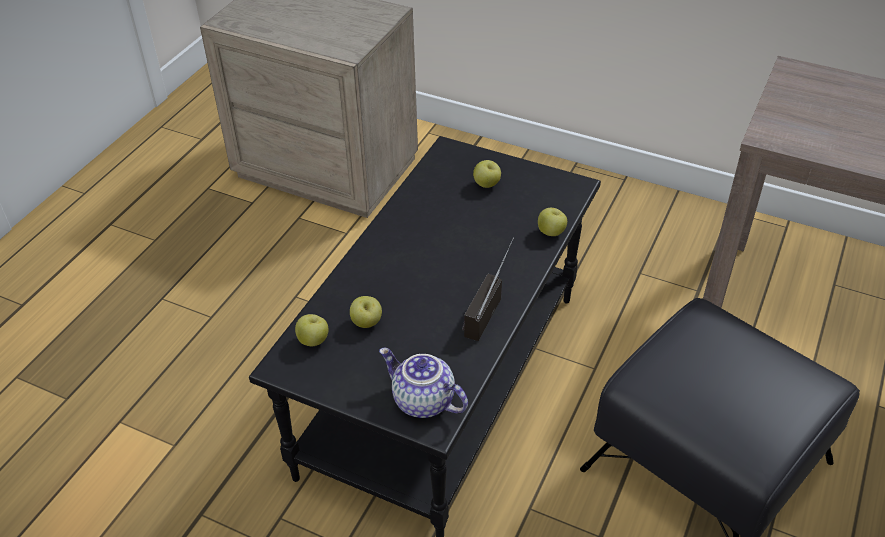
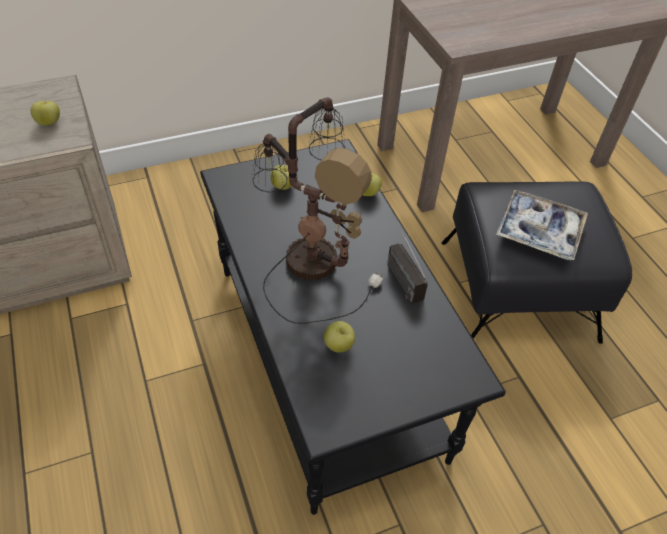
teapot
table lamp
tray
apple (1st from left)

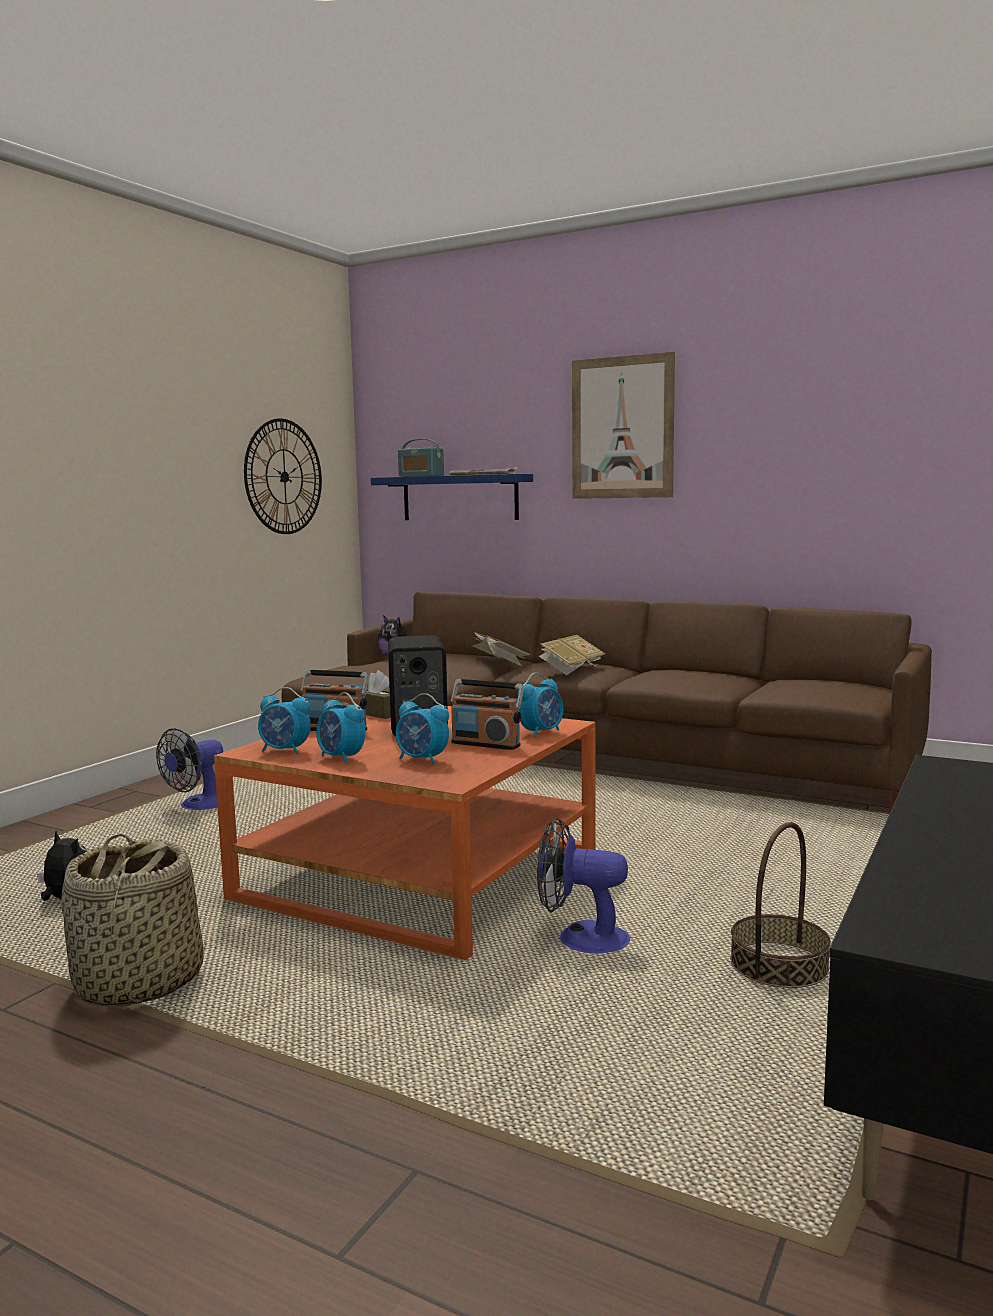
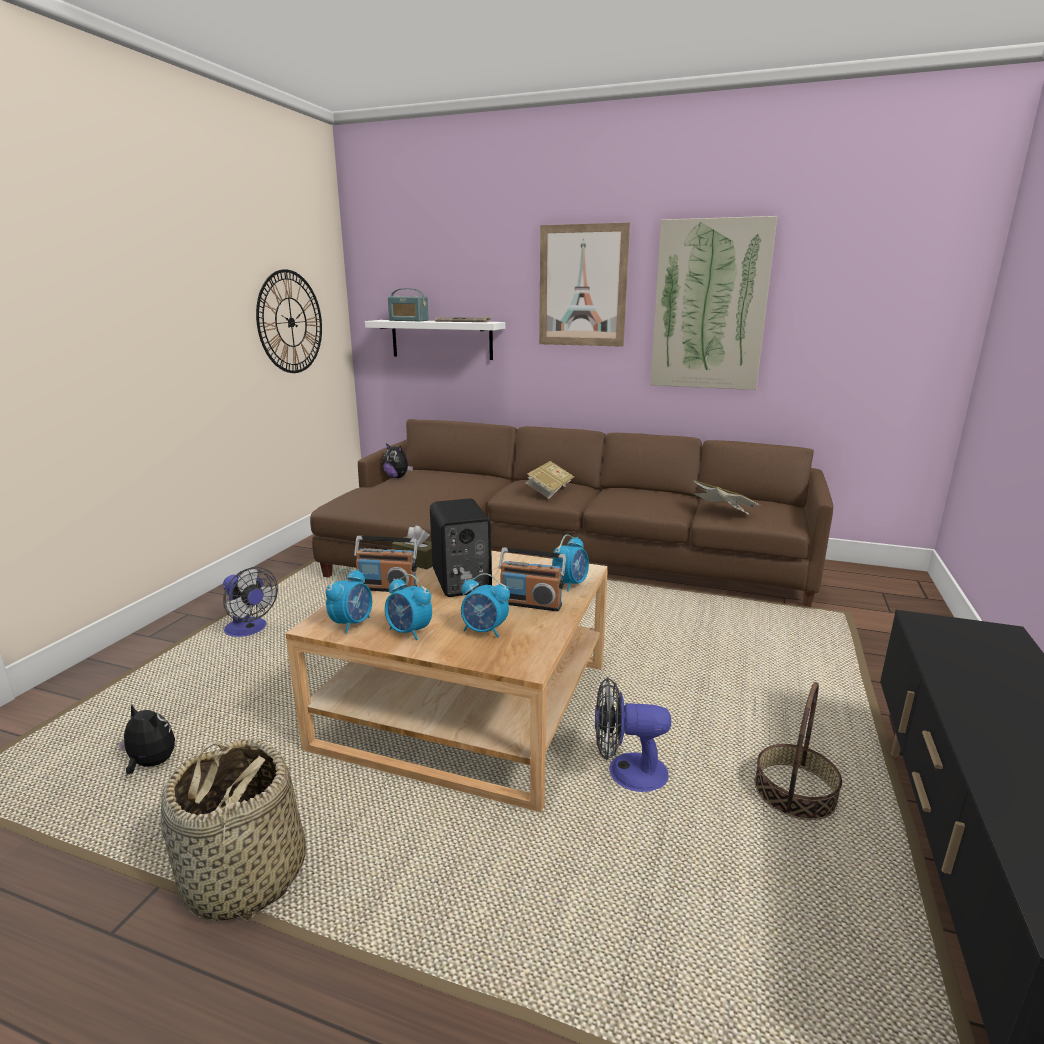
picture (2nd from left)
book (2nd from left)
beige coffee table
white shelf
fan (1st from left)
alarm clock (1st from left)

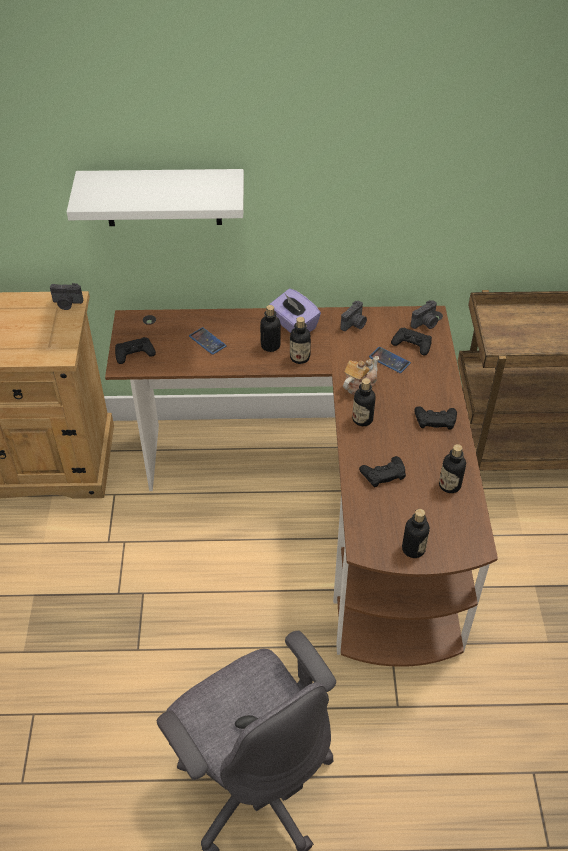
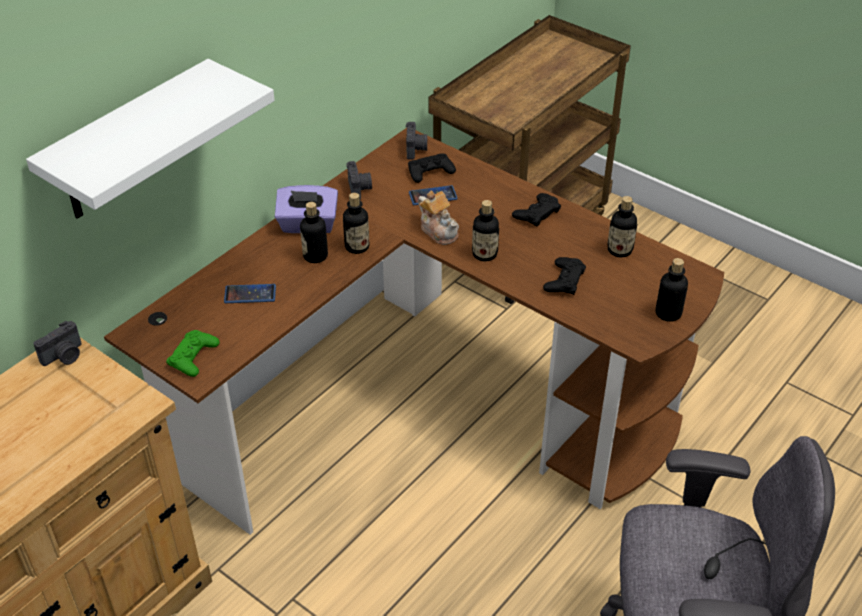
green game controller
teapot

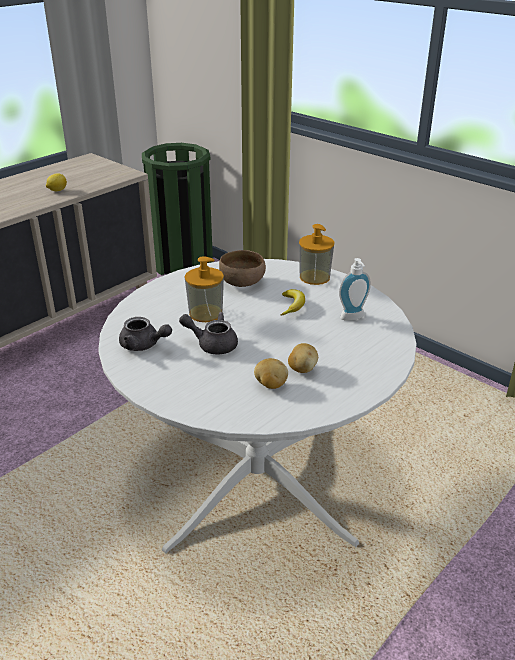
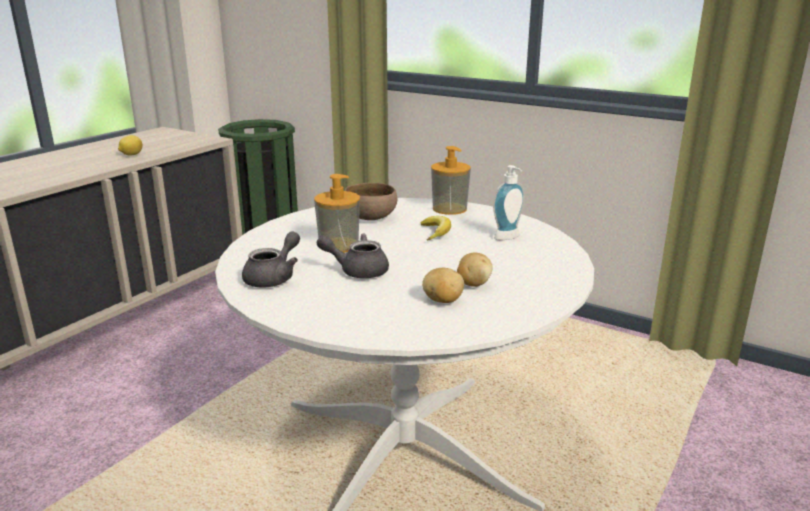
grey teapot (1st from left)

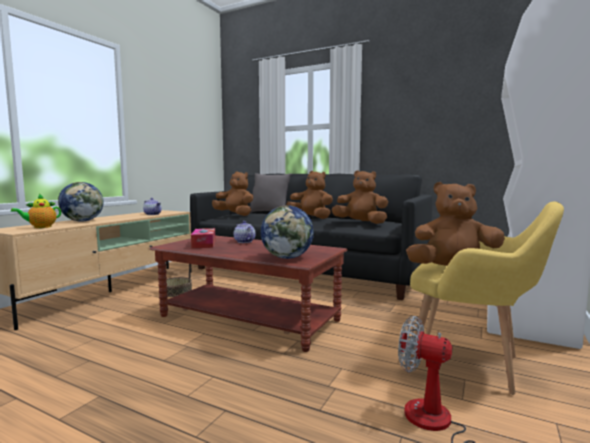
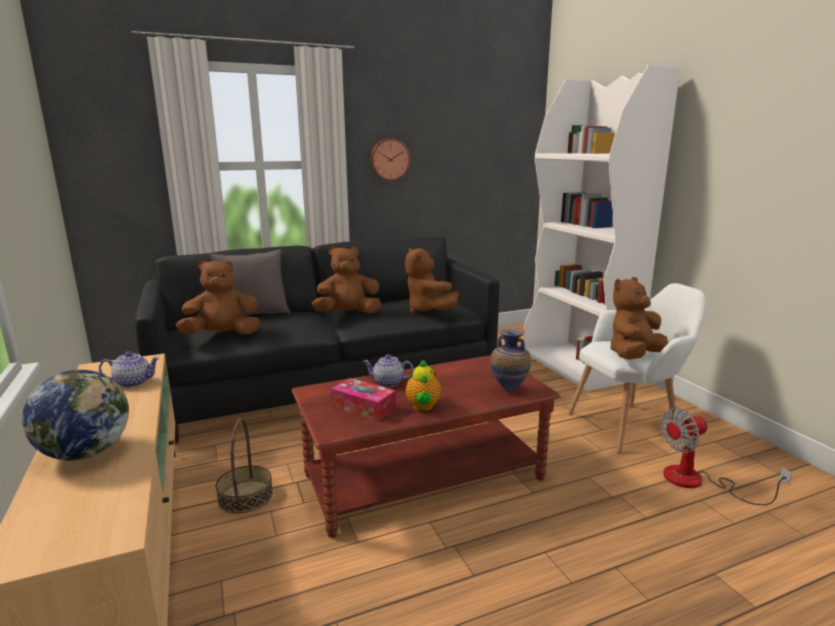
wall clock
teapot (3rd from left)
vase
white armchair
brown plush toy (3rd from left)

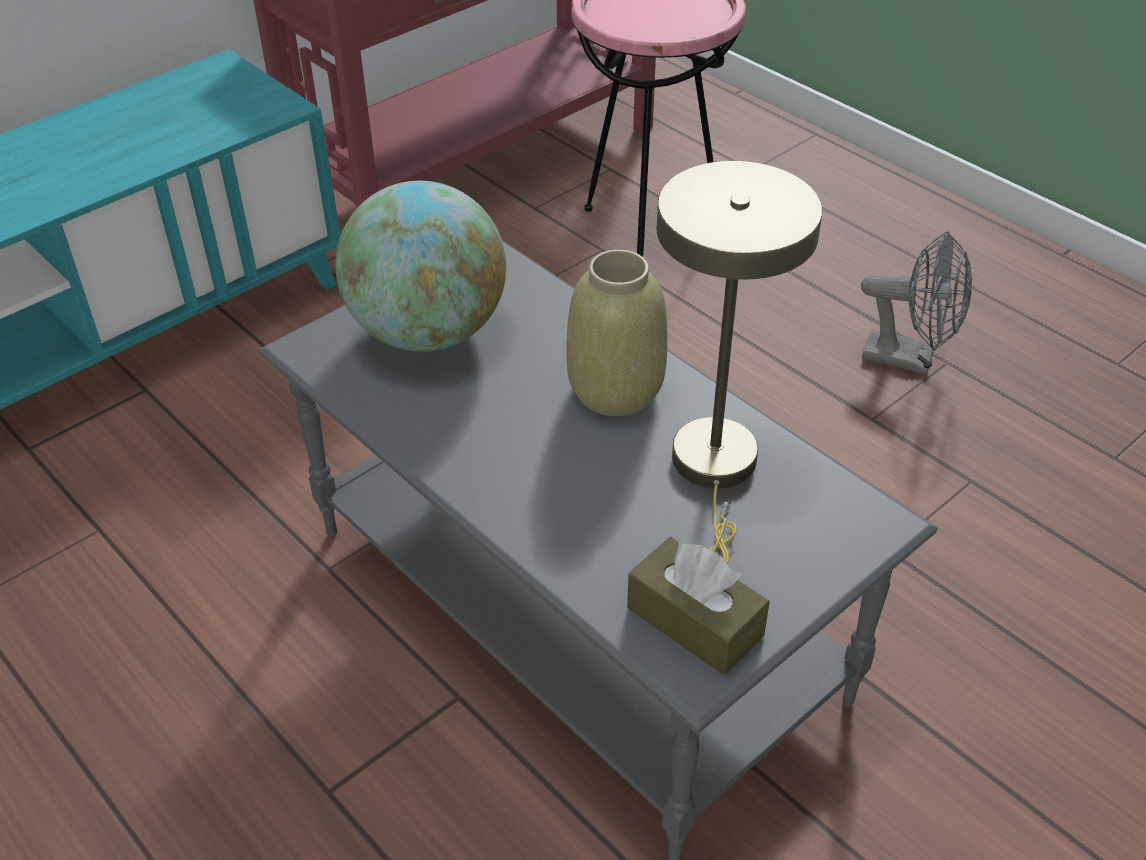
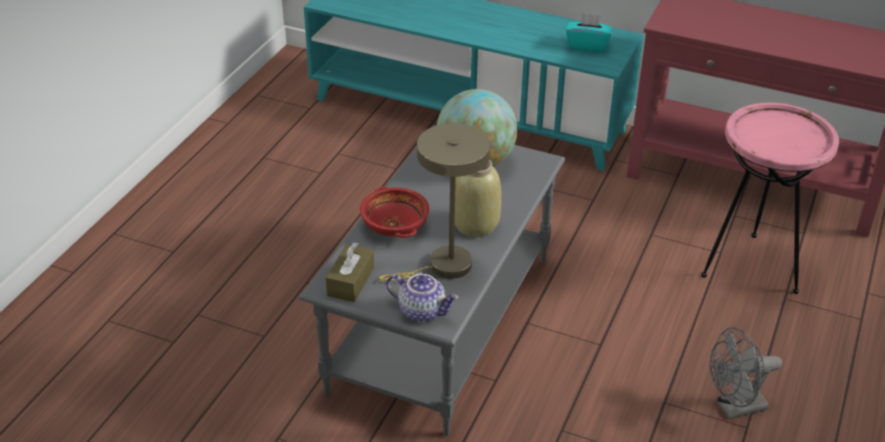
red bowl
teapot
turquoise tissue box
grey fan

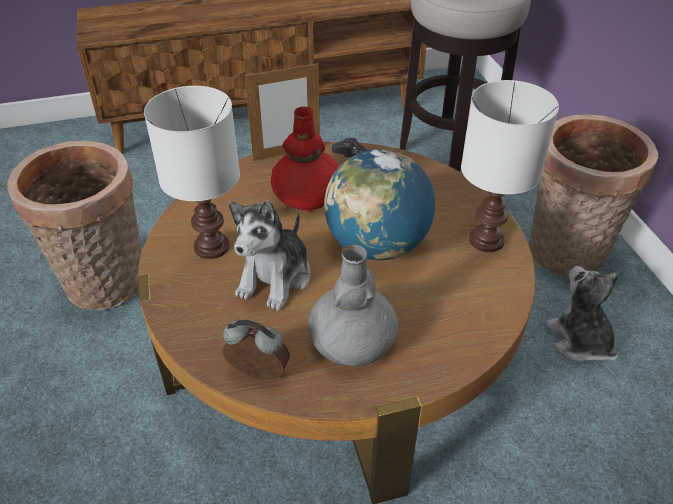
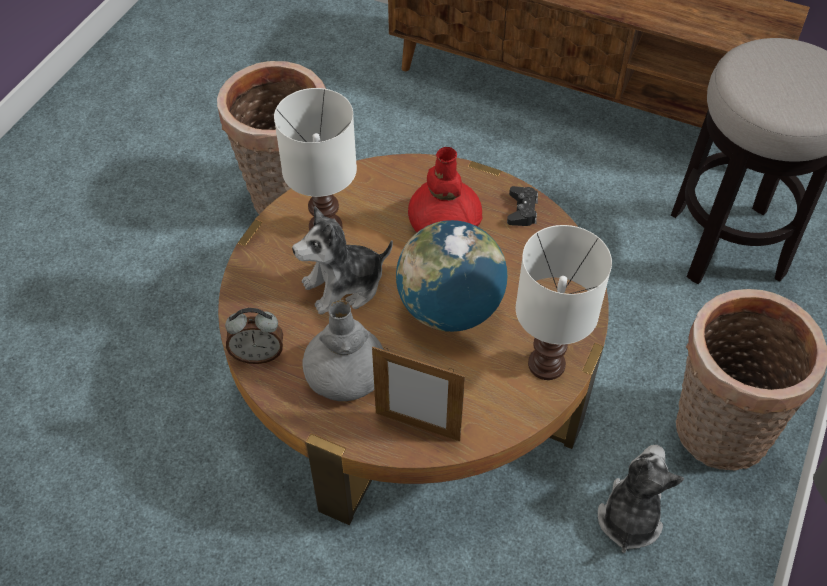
picture frame
alarm clock

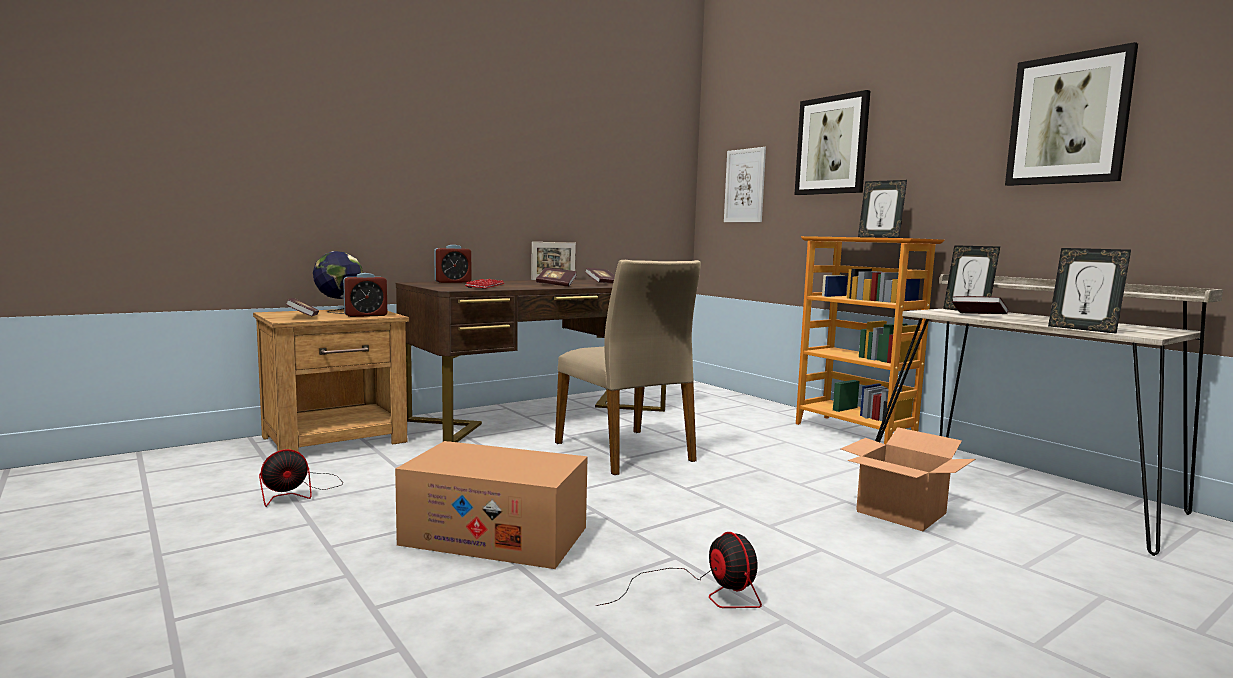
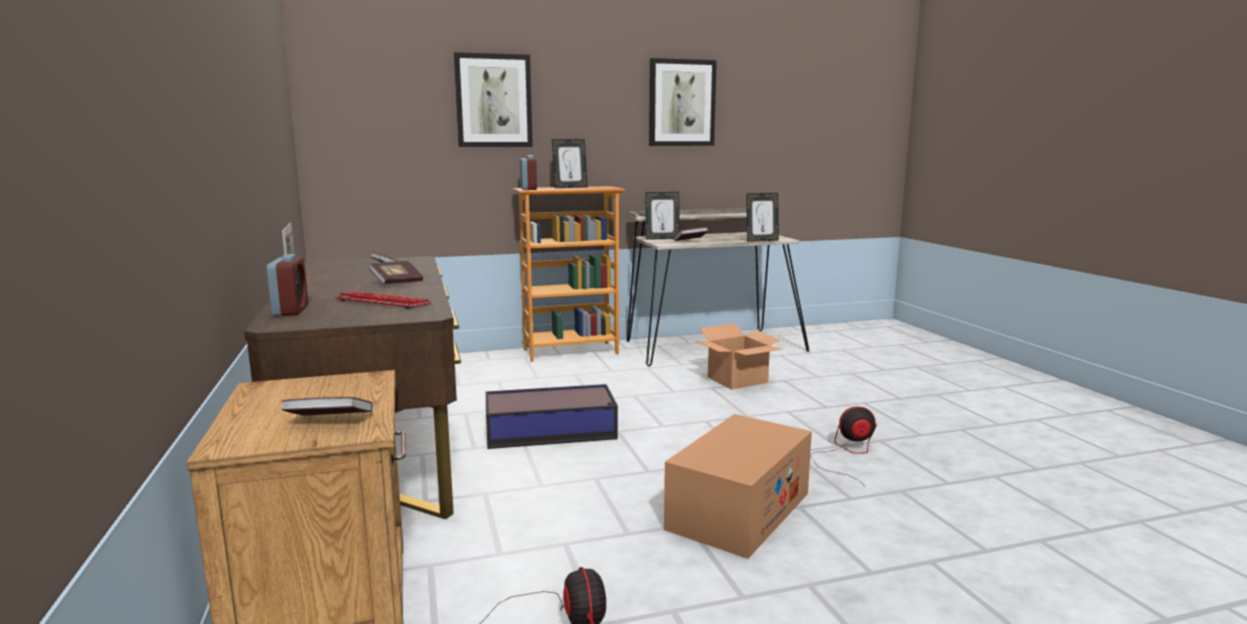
globe
picture (1st from left in the first image)
alarm clock (2nd from left)
storage box

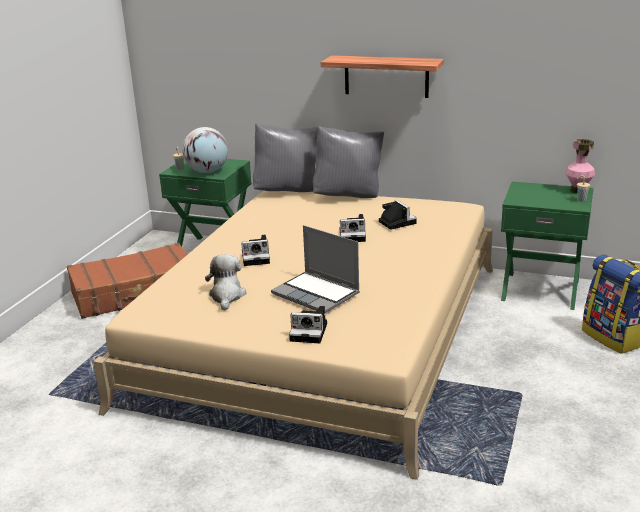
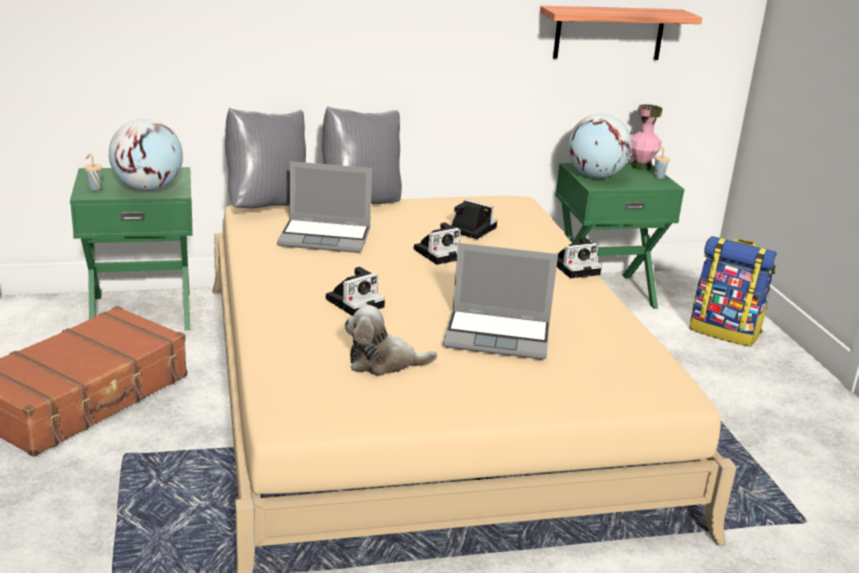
laptop (1st from left)
globe (2nd from left)
photo camera (4th from left)
shelf
plush toy

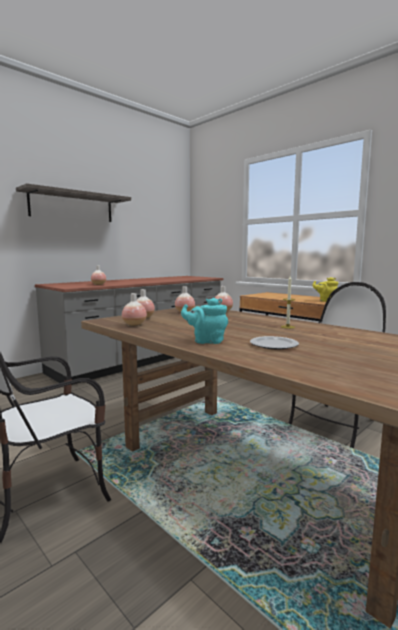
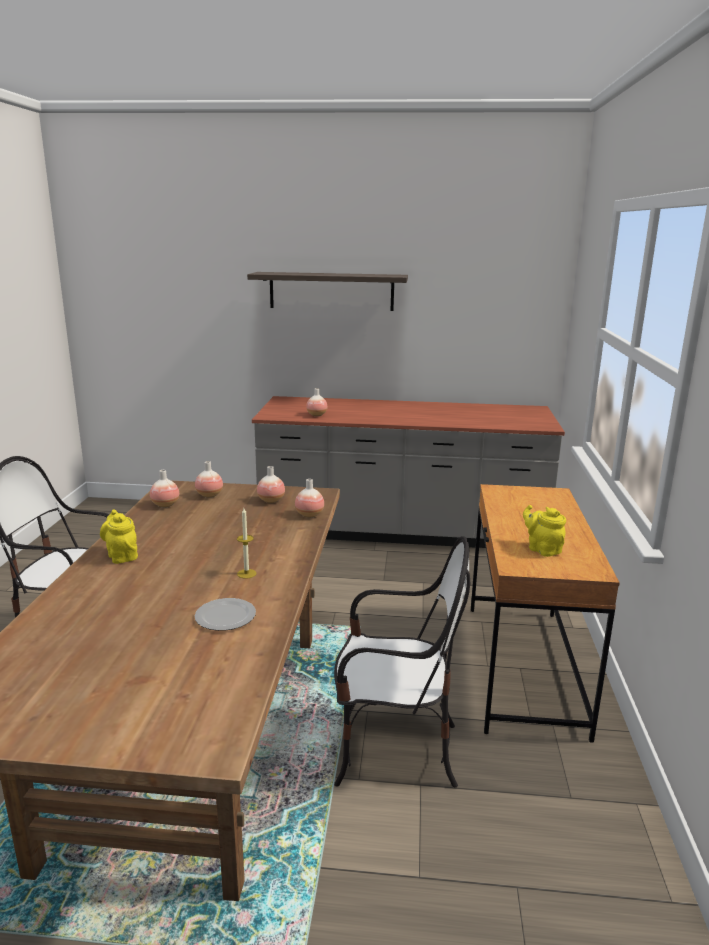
plate
yellow teapot (1st from left)

